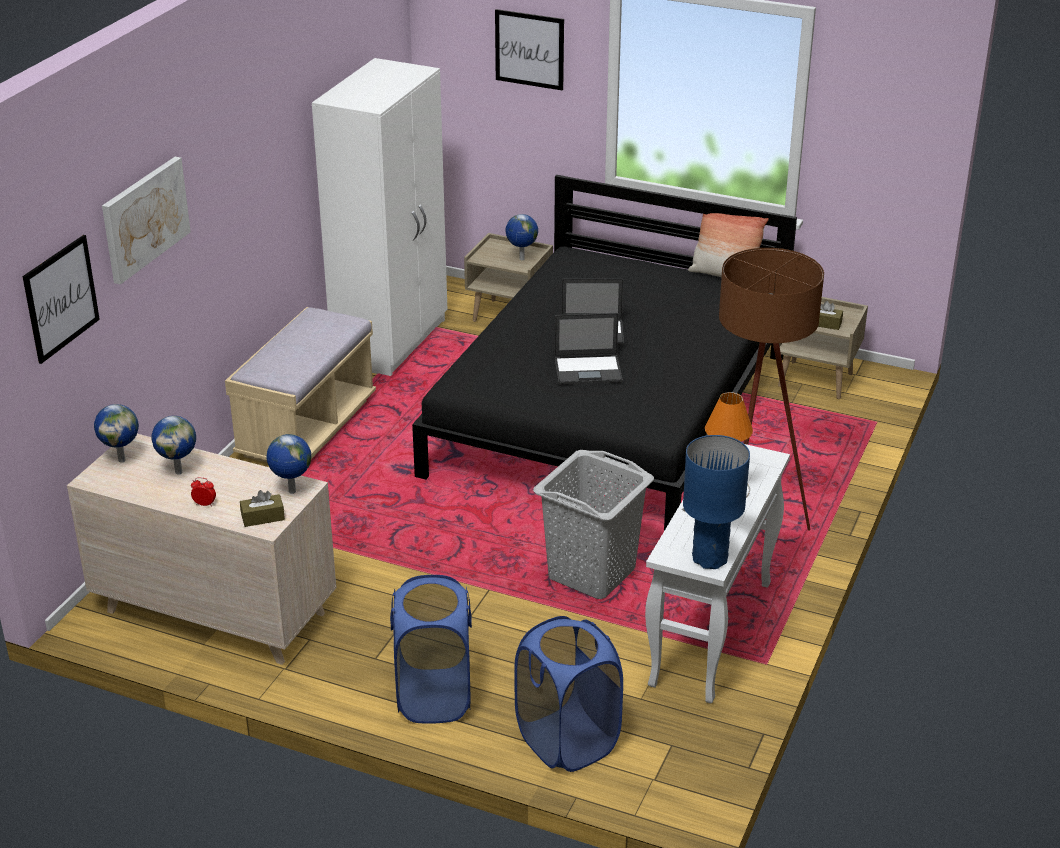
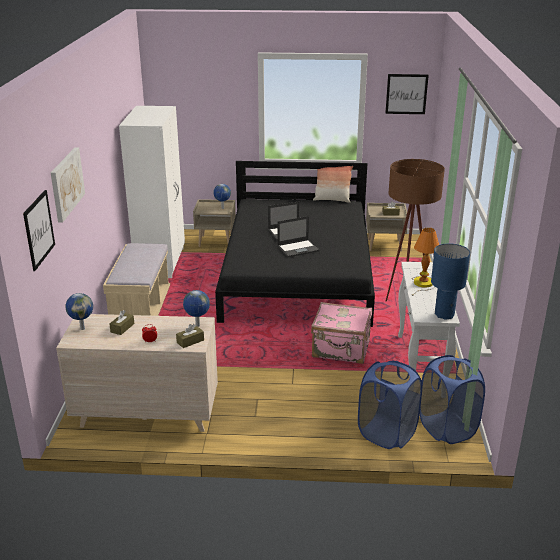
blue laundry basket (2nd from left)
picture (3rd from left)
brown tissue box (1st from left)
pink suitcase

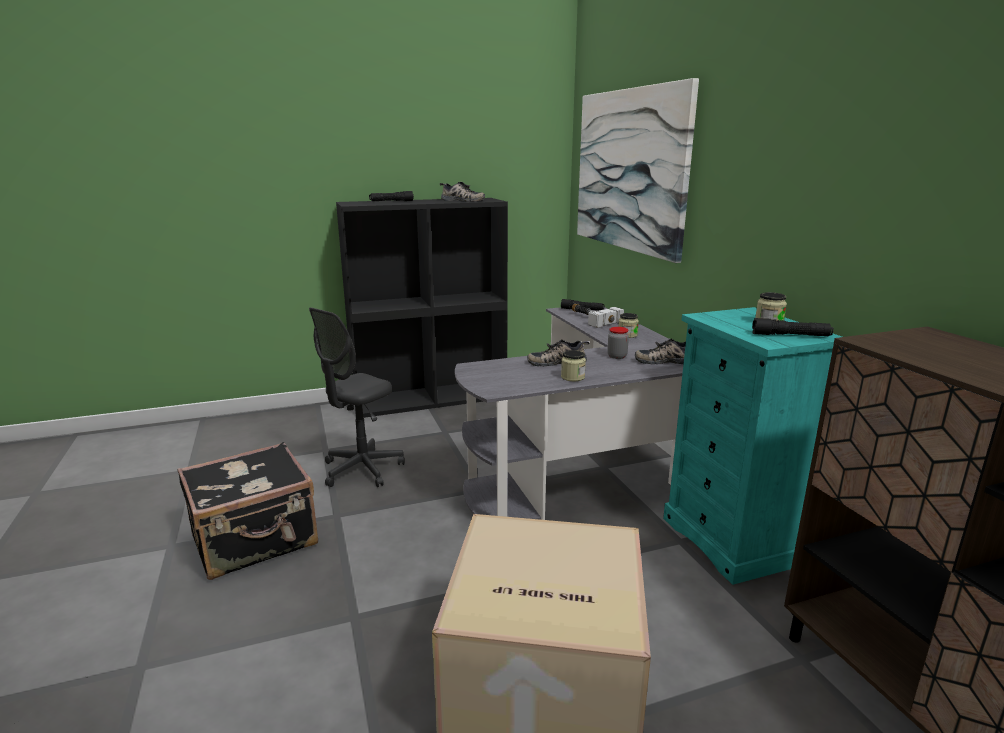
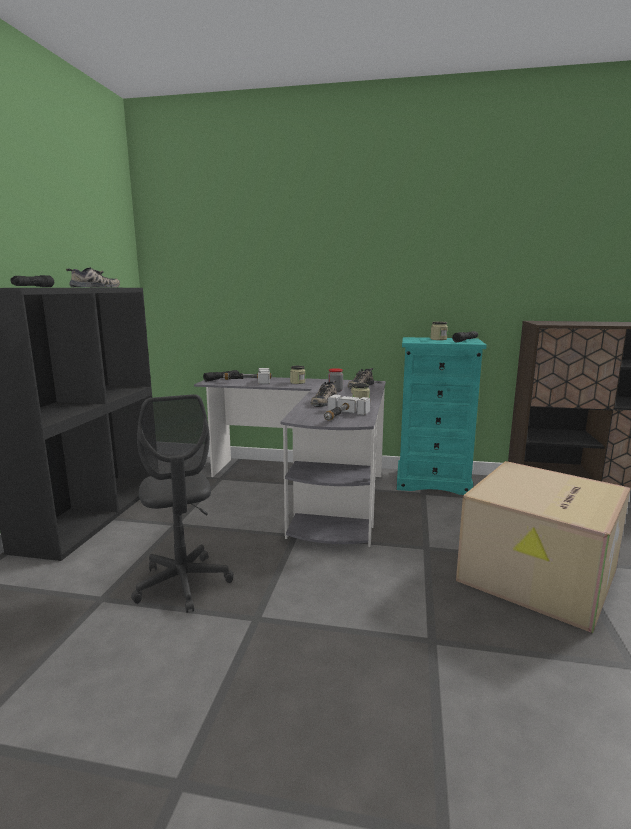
black suitcase
picture
hammer (2nd from left)

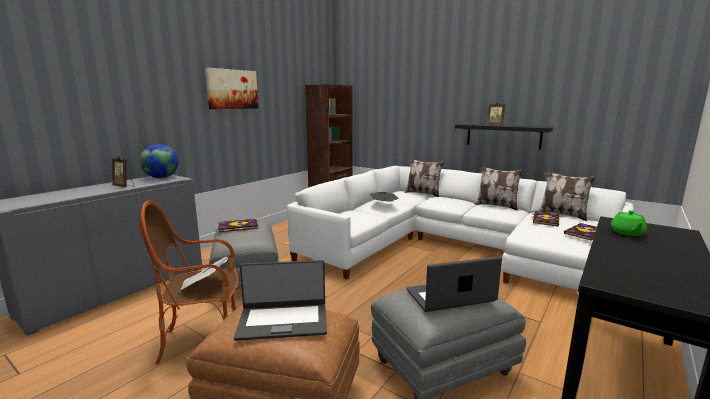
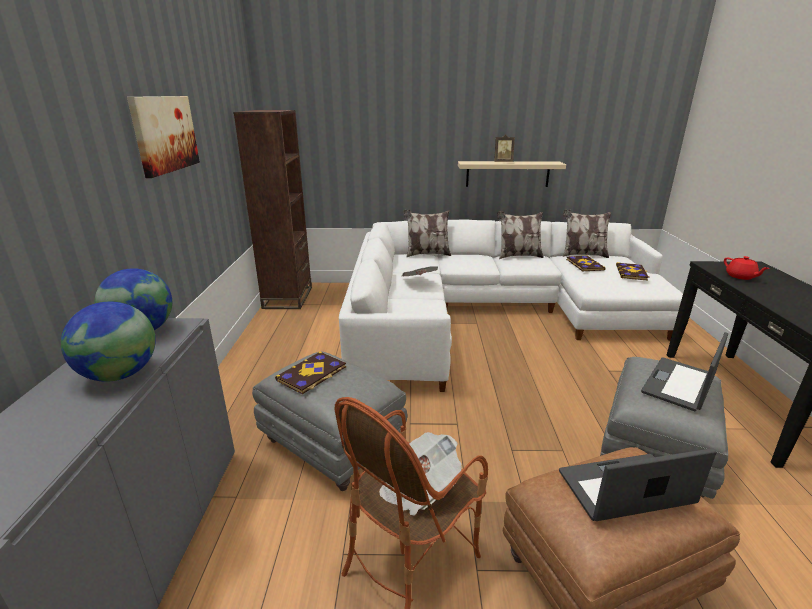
globe (1st from left)
beige shelf
red teapot
laptop (1st from left)

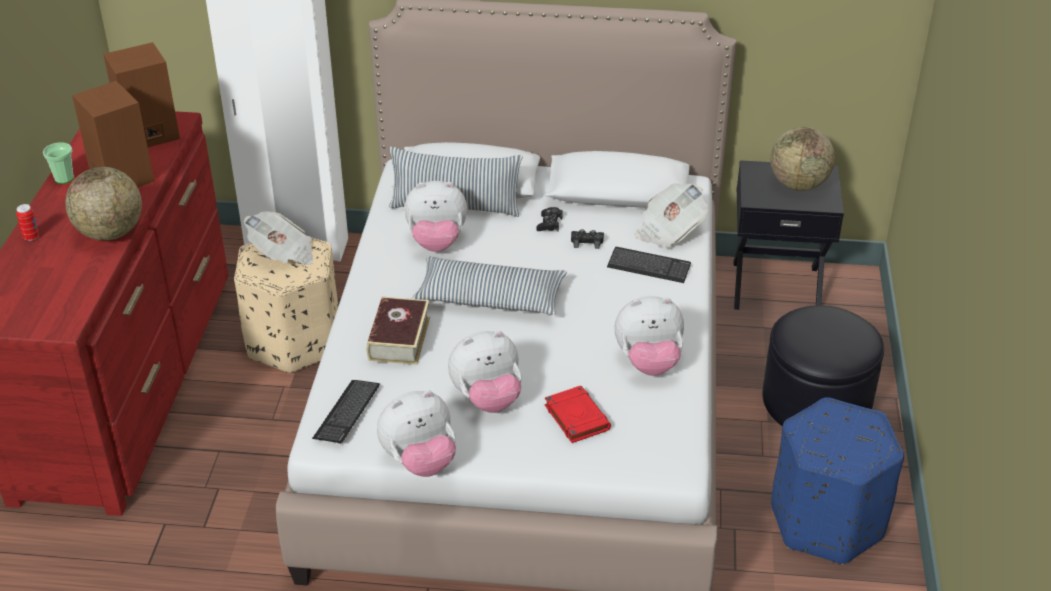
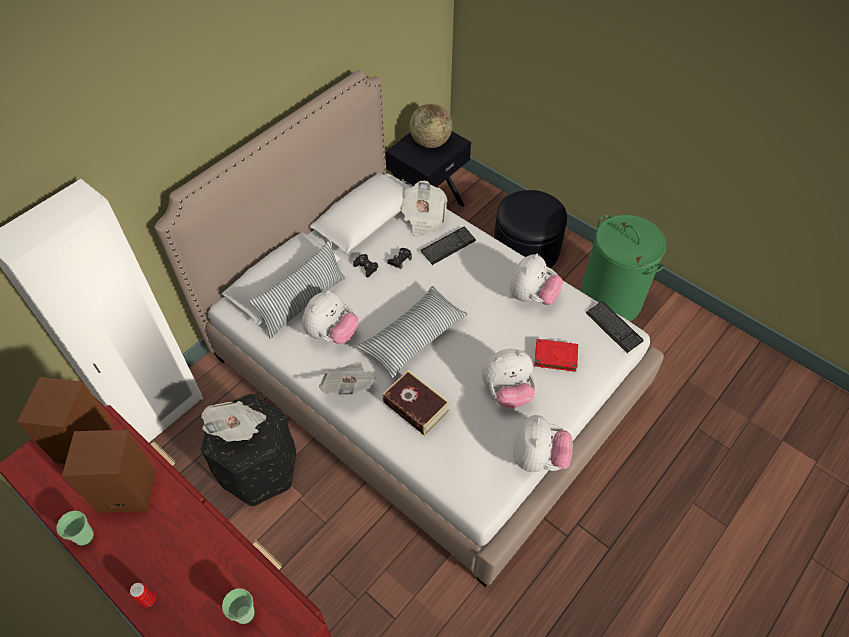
globe (1st from left in the first image)
cup (2nd from left)
newspaper (2nd from left)
keyboard (2nd from left)
green laundry basket
black ottoman (1st from left)
plush toy (2nd from left)

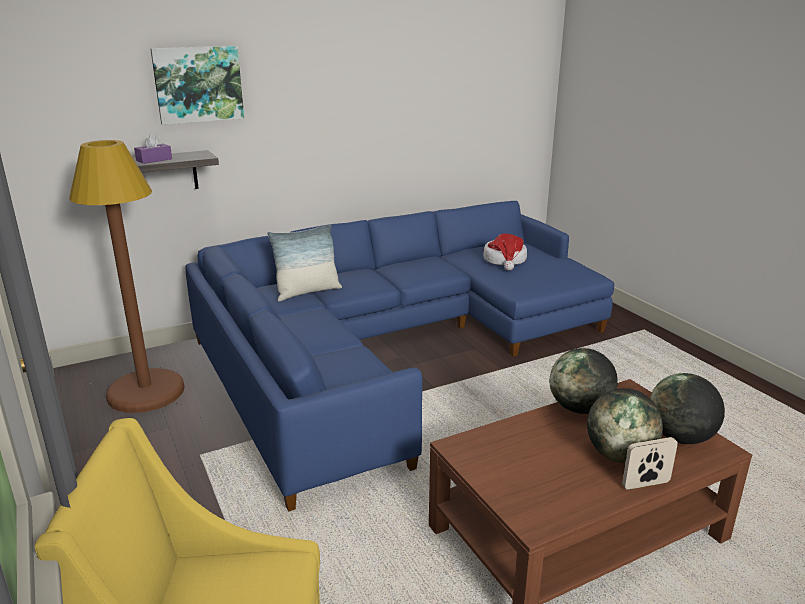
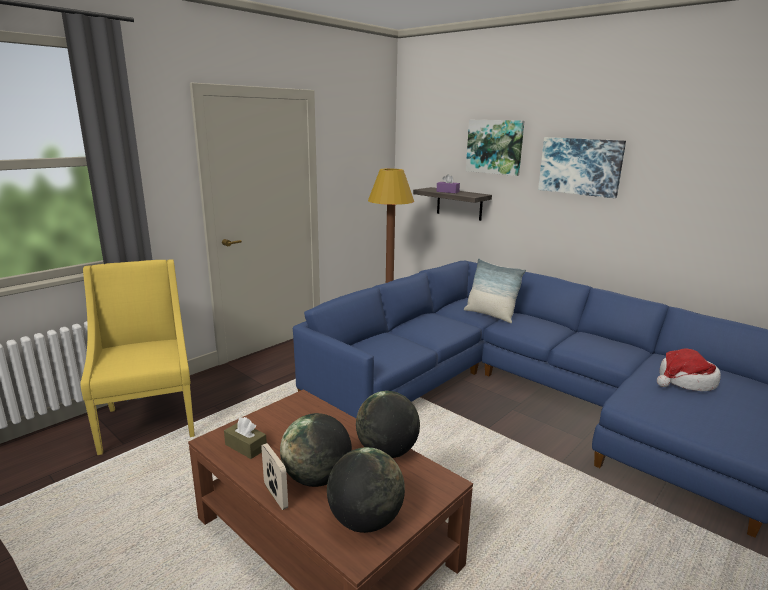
brown tissue box
picture (2nd from left)

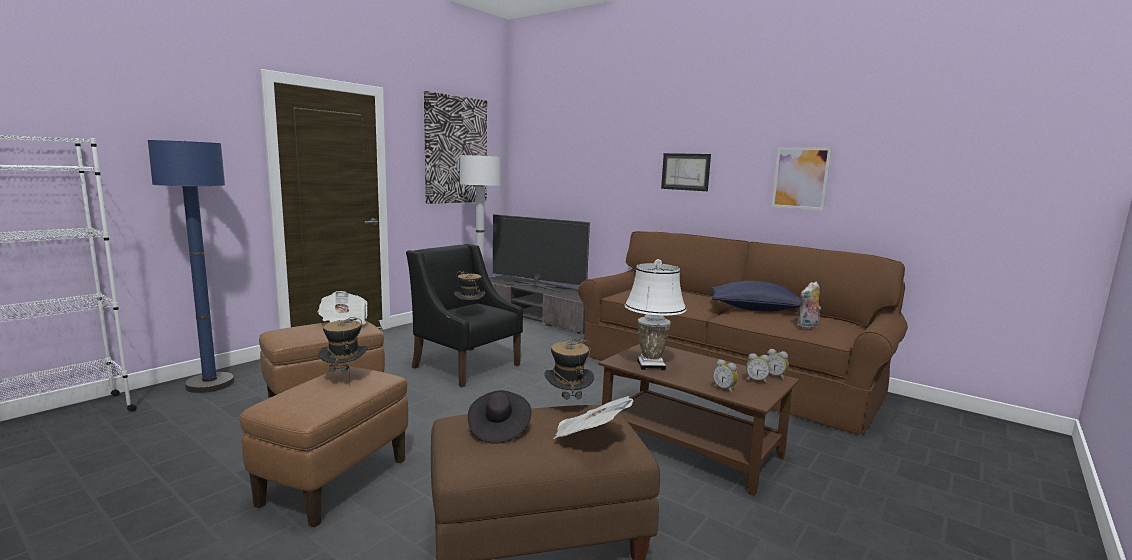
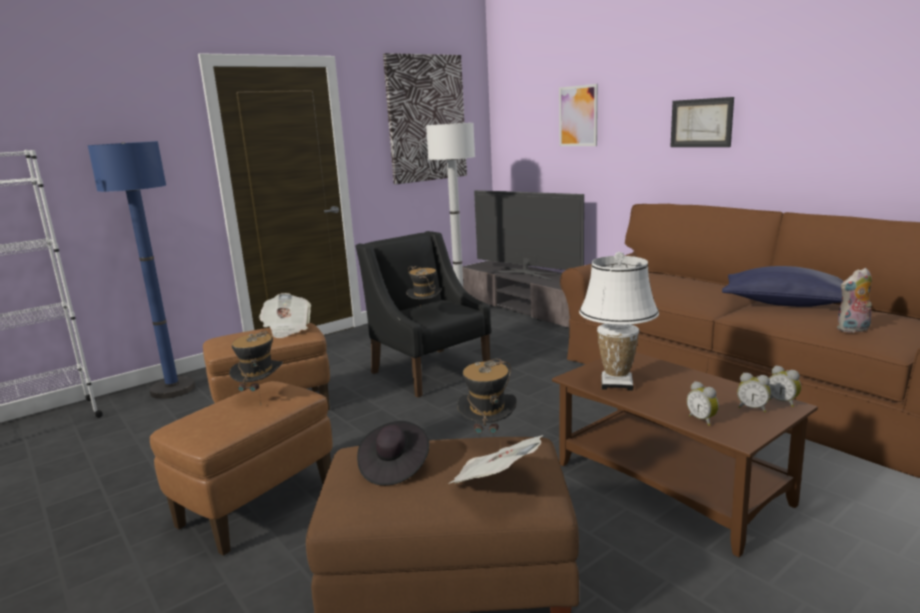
picture (2nd from left)

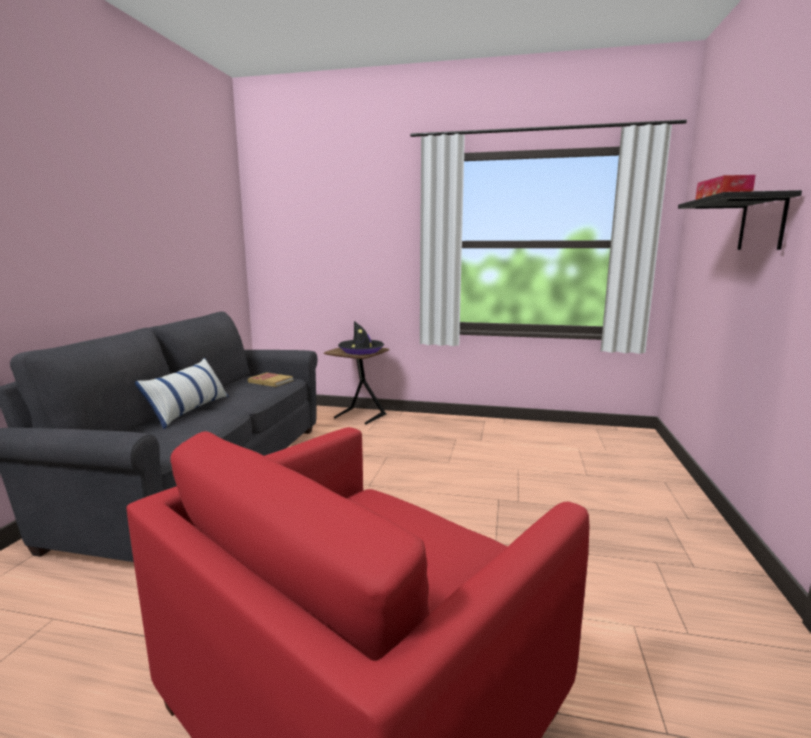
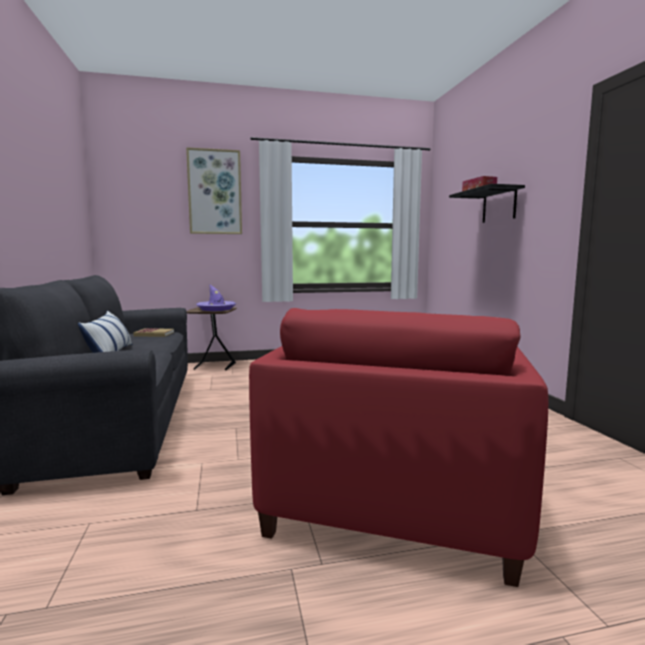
picture
purple hat

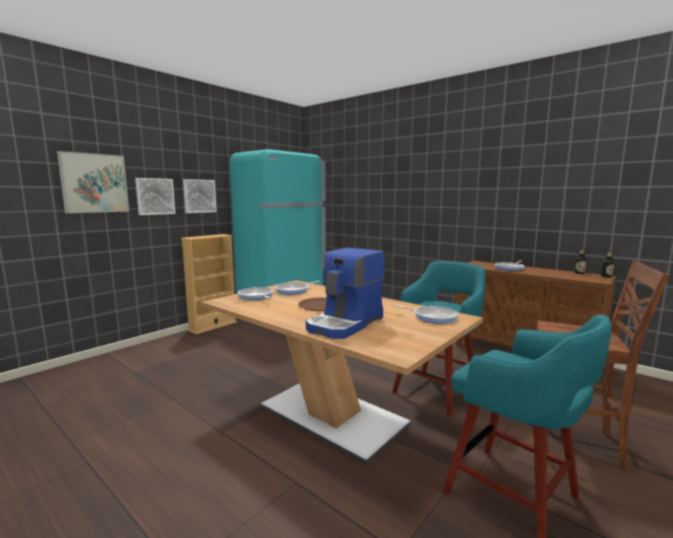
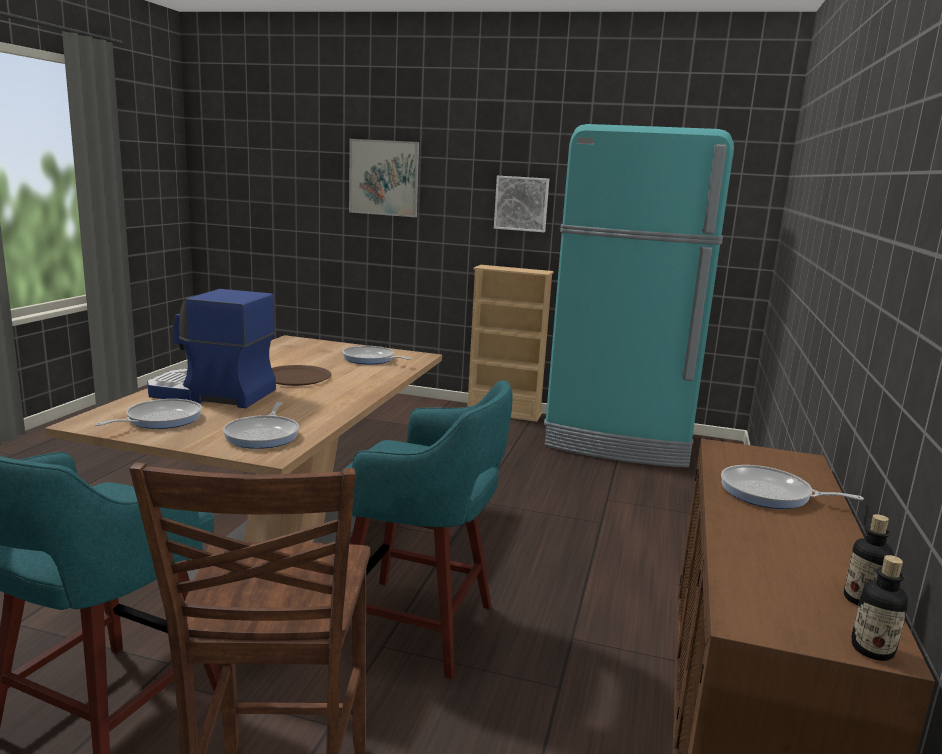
picture (2nd from left in the first image)
frying pan (1st from left)

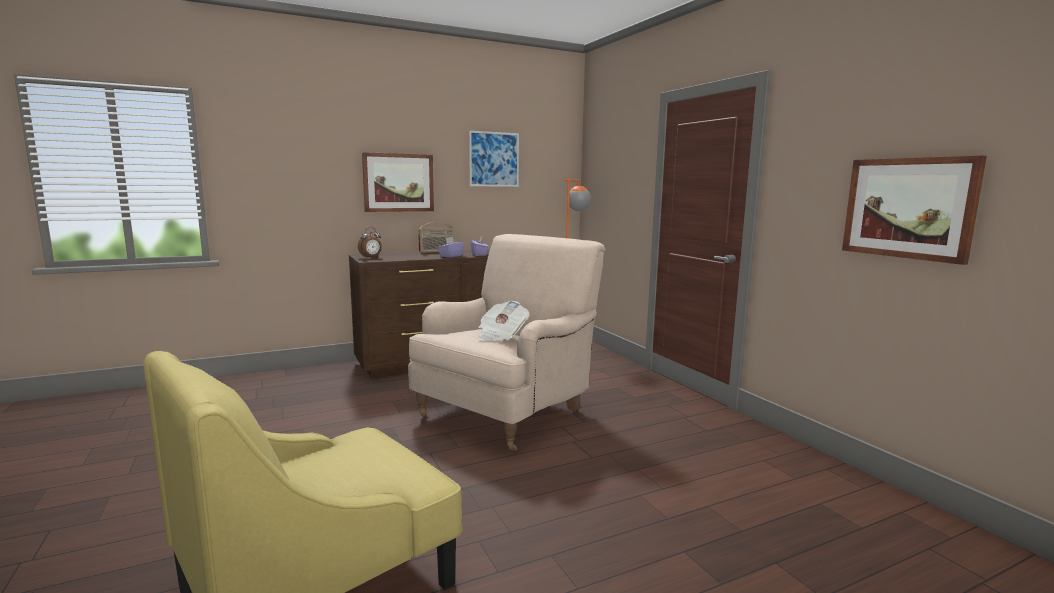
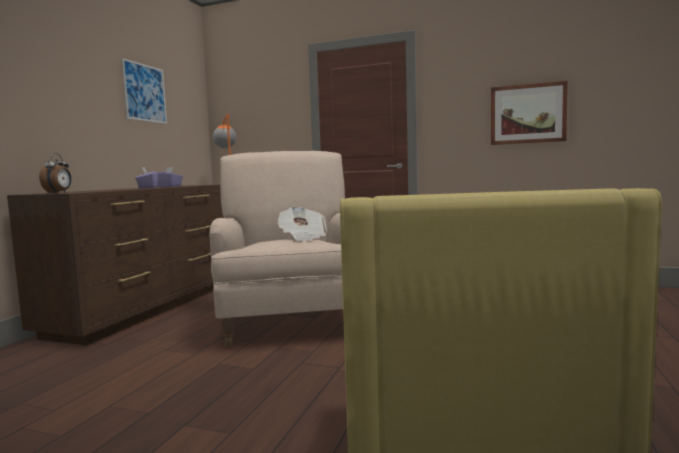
picture (1st from left in the first image)
radio

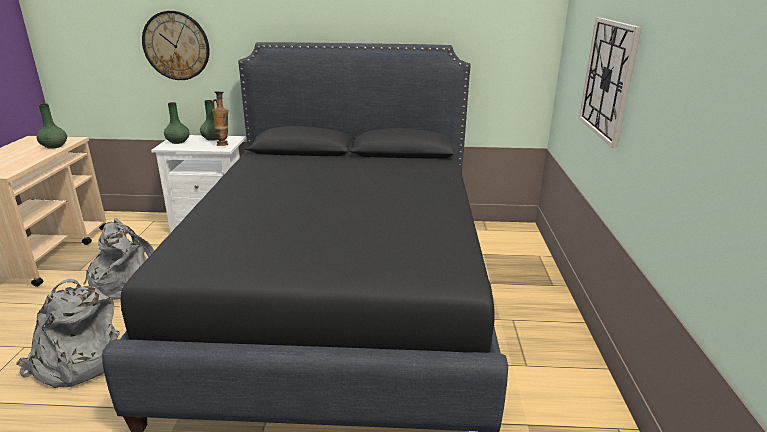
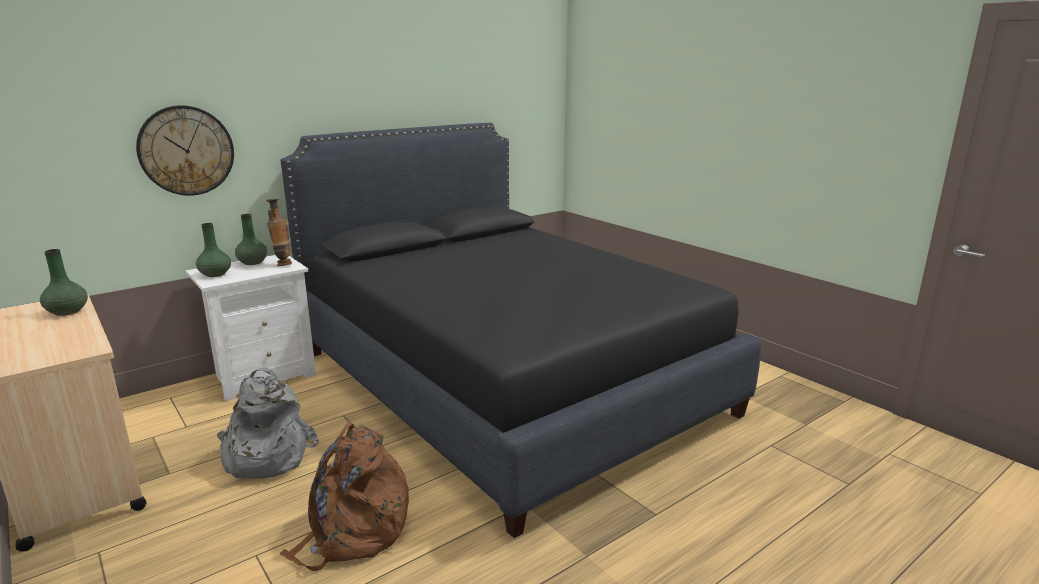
wall clock (2nd from left in the first image)
brown backpack

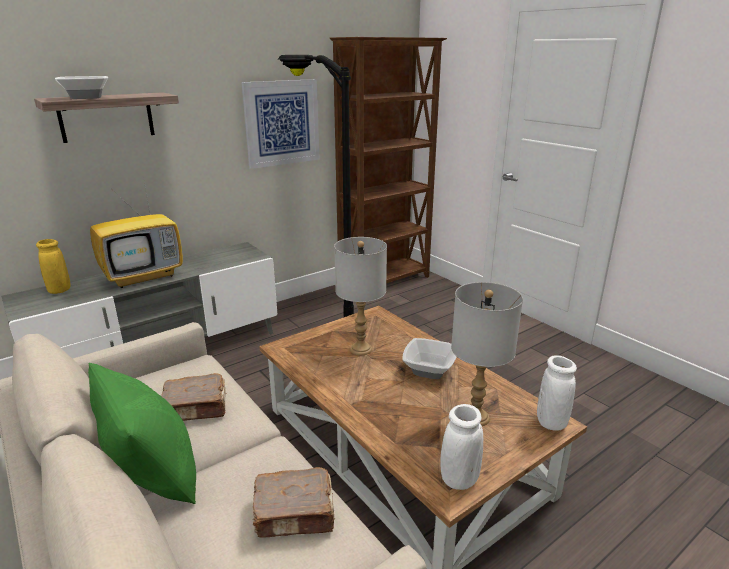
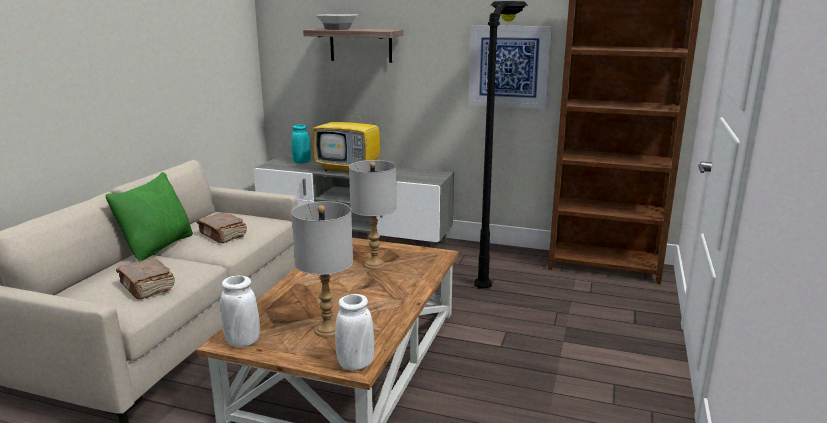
bowl (2nd from left in the first image)
turquoise vase

